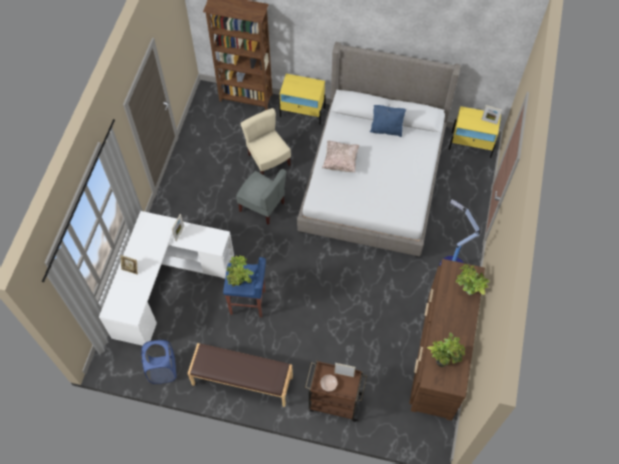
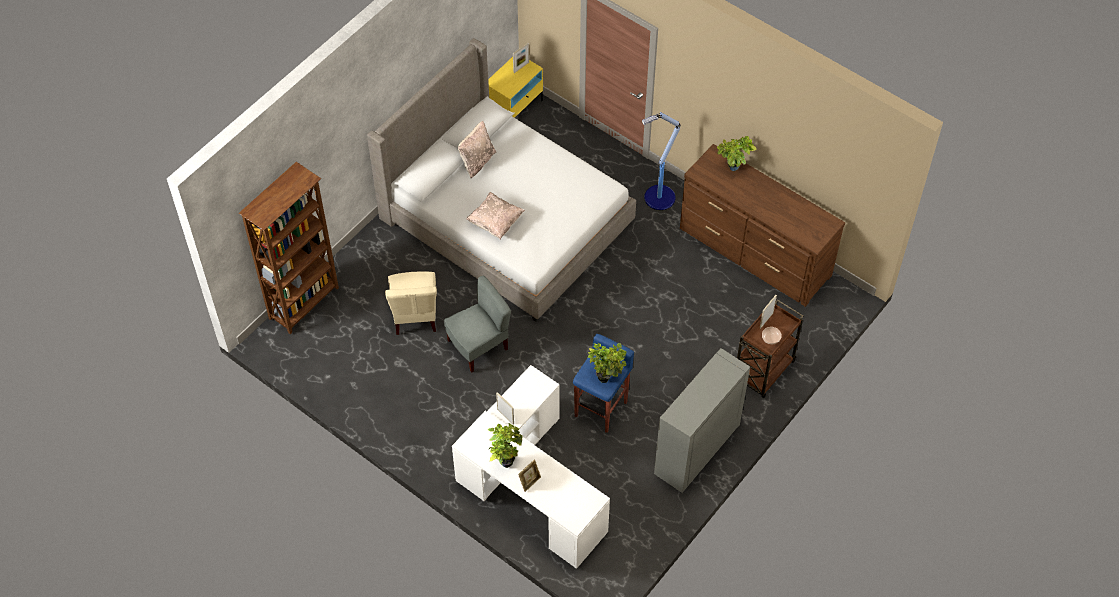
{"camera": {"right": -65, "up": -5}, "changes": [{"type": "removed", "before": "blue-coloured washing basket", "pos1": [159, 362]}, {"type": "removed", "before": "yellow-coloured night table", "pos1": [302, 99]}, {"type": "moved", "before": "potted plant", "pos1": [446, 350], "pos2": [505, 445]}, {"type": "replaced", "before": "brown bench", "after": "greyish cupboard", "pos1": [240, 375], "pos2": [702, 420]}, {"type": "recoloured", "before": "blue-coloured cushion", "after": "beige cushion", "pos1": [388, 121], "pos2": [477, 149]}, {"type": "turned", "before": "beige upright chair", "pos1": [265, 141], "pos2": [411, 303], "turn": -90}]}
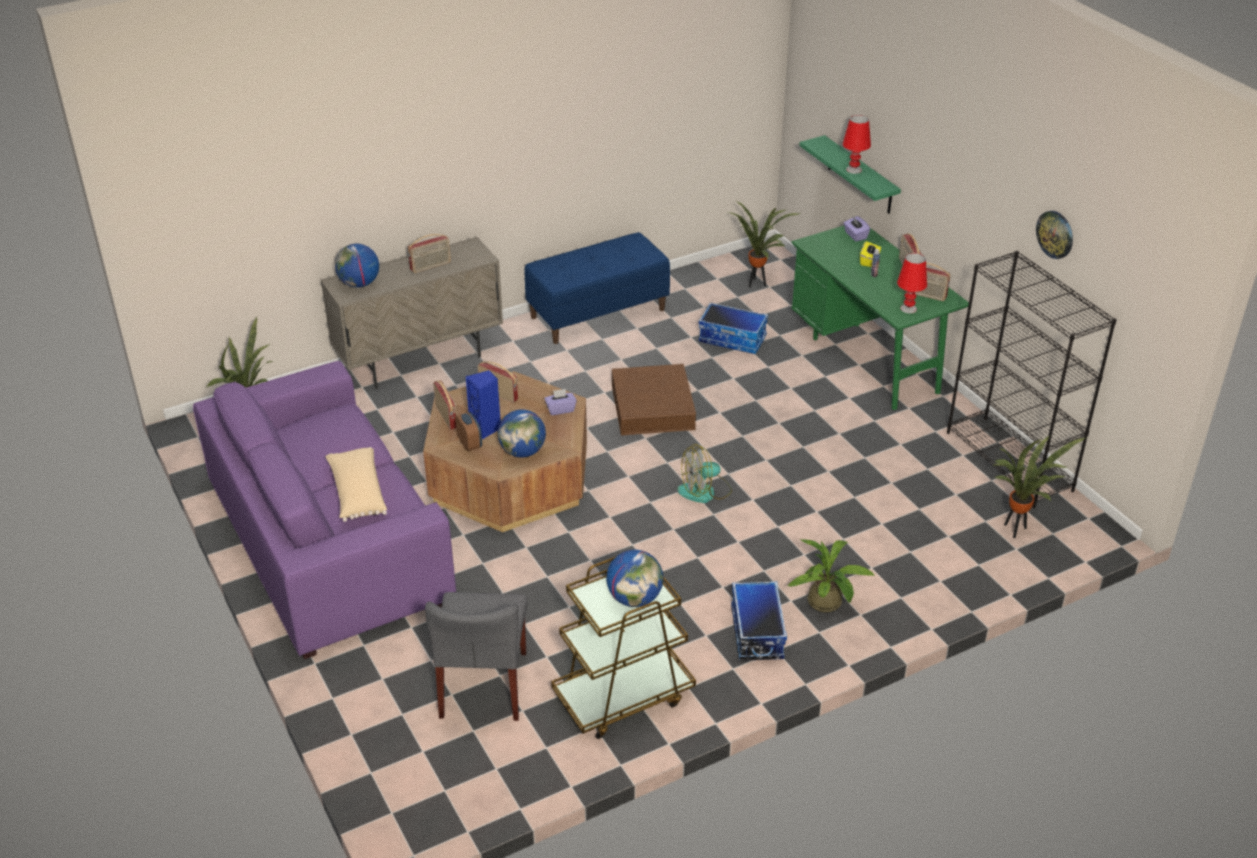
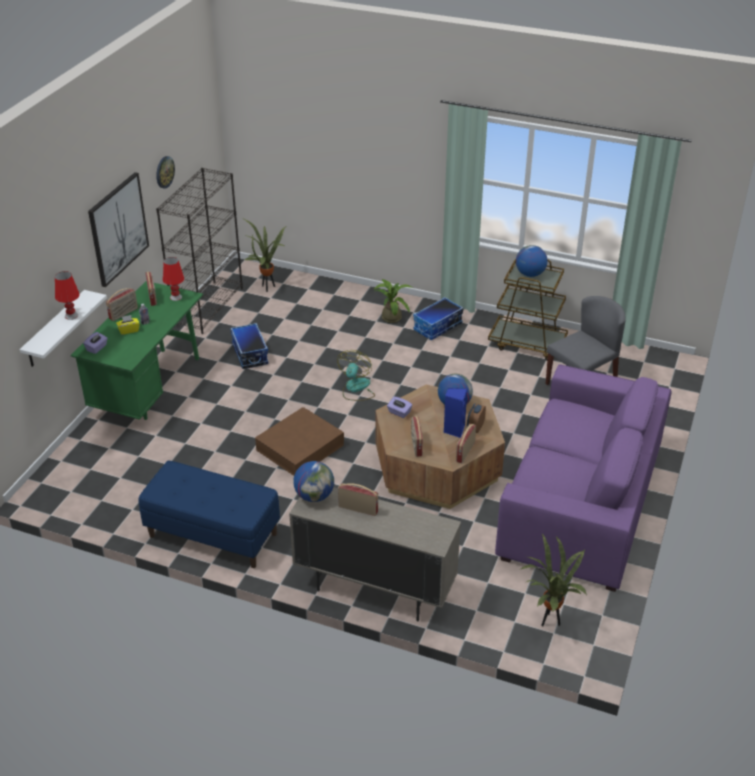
{"camera": {"right": -130, "up": 0}, "changes": [{"type": "removed", "before": "beige cushion", "pos1": [356, 484]}, {"type": "removed", "before": "potted plant", "pos1": [763, 244]}, {"type": "added", "after": "picture", "pos2": [118, 229]}, {"type": "moved", "before": "world globe", "pos1": [357, 265], "pos2": [313, 481]}, {"type": "moved", "before": "storage box", "pos1": [733, 328], "pos2": [249, 346]}, {"type": "recoloured", "before": "greenish bracket shelf", "after": "whitish bracket shelf", "pos1": [850, 174], "pos2": [63, 328]}, {"type": "turned", "before": "cooling fan", "pos1": [704, 473], "pos2": [356, 375], "turn": -105}]}
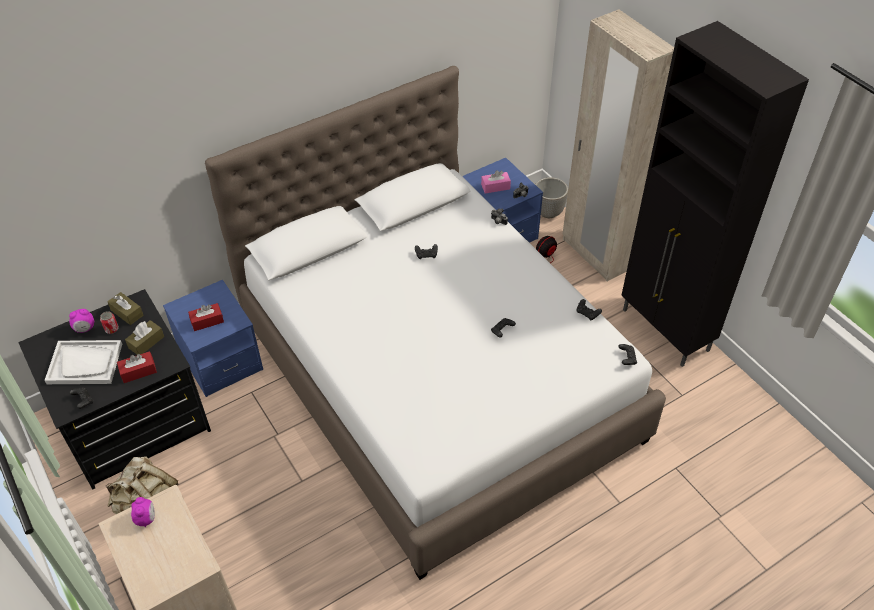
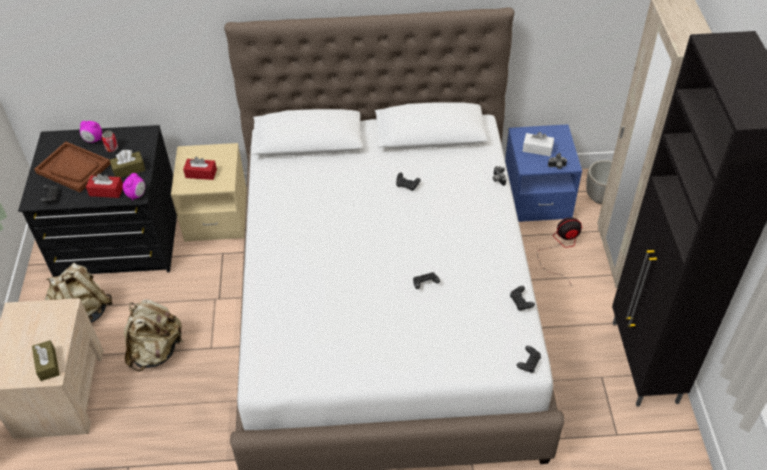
{"camera": {"right": 30, "up": 0}, "changes": [{"type": "added", "after": "beige backpack", "pos2": [153, 335]}, {"type": "moved", "before": "brown tissue box", "pos1": [125, 308], "pos2": [46, 360]}, {"type": "moved", "before": "table clock", "pos1": [143, 512], "pos2": [134, 186]}, {"type": "recoloured", "before": "whitish tray", "after": "brown tray", "pos1": [83, 362], "pos2": [72, 167]}, {"type": "recoloured", "before": "blue-coloured night table", "after": "beige night table", "pos1": [213, 338], "pos2": [209, 192]}, {"type": "recoloured", "before": "pinkish tissue box", "after": "whitish tissue box", "pos1": [496, 182], "pos2": [538, 144]}]}
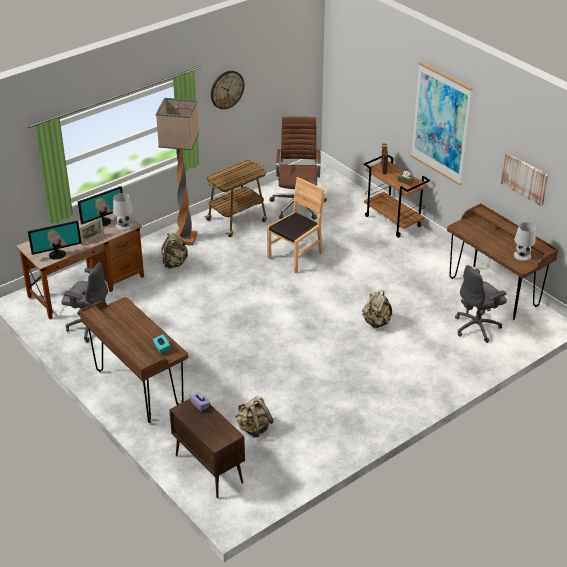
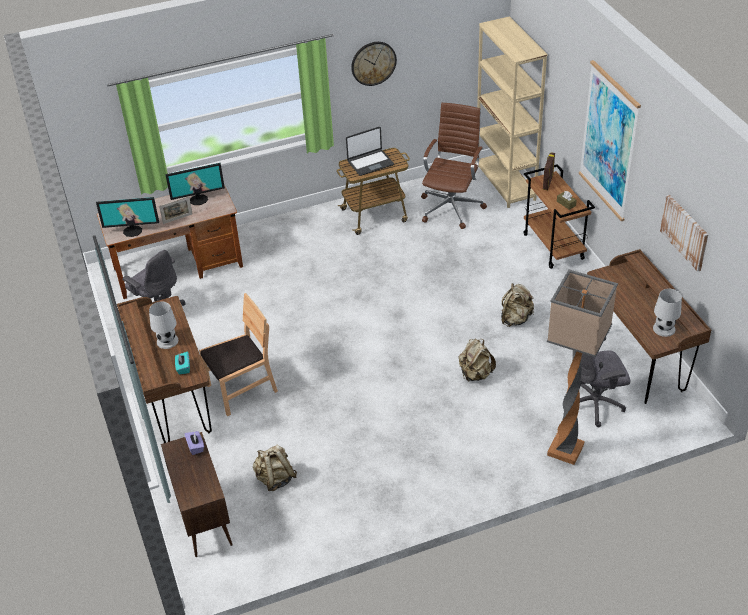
{"camera": {"right": 20, "up": 5}, "changes": [{"type": "added", "after": "portable computer", "pos2": [370, 151]}, {"type": "added", "after": "beige bookshelf", "pos2": [511, 112]}, {"type": "moved", "before": "whitish table lamp", "pos1": [123, 212], "pos2": [163, 325]}, {"type": "moved", "before": "floor lamp", "pos1": [177, 172], "pos2": [582, 367]}, {"type": "moved", "before": "beige backpack", "pos1": [174, 251], "pos2": [517, 305]}, {"type": "moved", "before": "brown upright chair", "pos1": [296, 225], "pos2": [238, 355]}]}
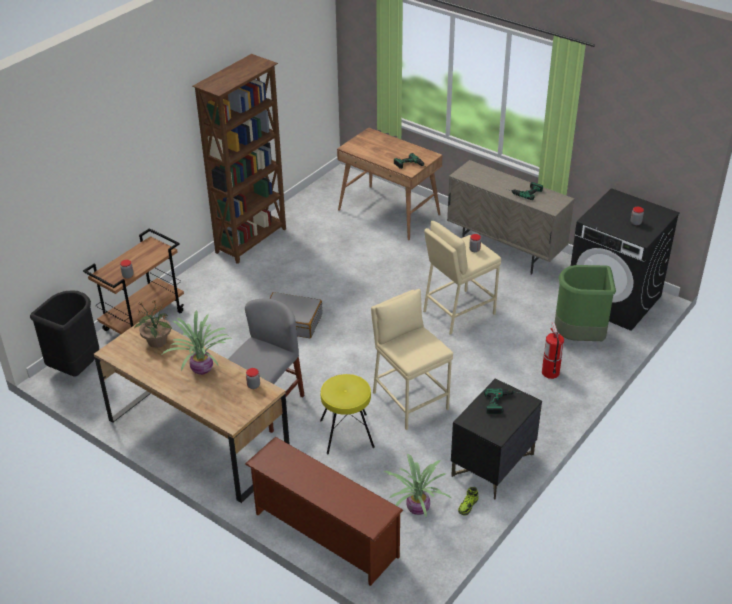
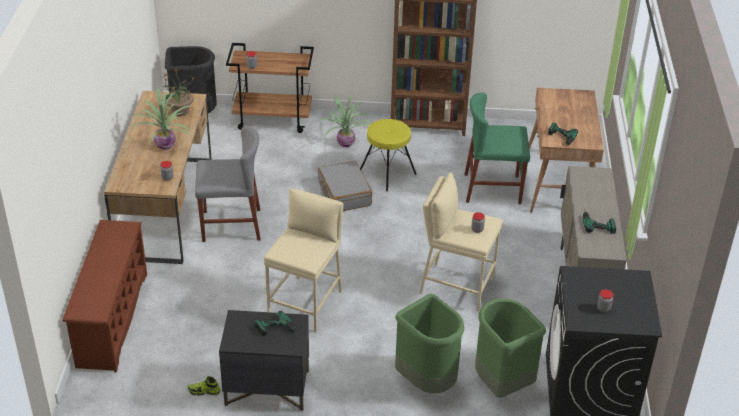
{"camera": {"right": 55, "up": 0}, "changes": [{"type": "added", "after": "greenish upright chair", "pos2": [497, 148]}, {"type": "moved", "before": "yellow-coloured sitting stool", "pos1": [347, 414], "pos2": [388, 155]}, {"type": "moved", "before": "potted plant", "pos1": [417, 485], "pos2": [345, 121]}, {"type": "replaced", "before": "fire-fighting cylinder", "after": "greenish waste bin", "pos1": [553, 351], "pos2": [429, 343]}]}
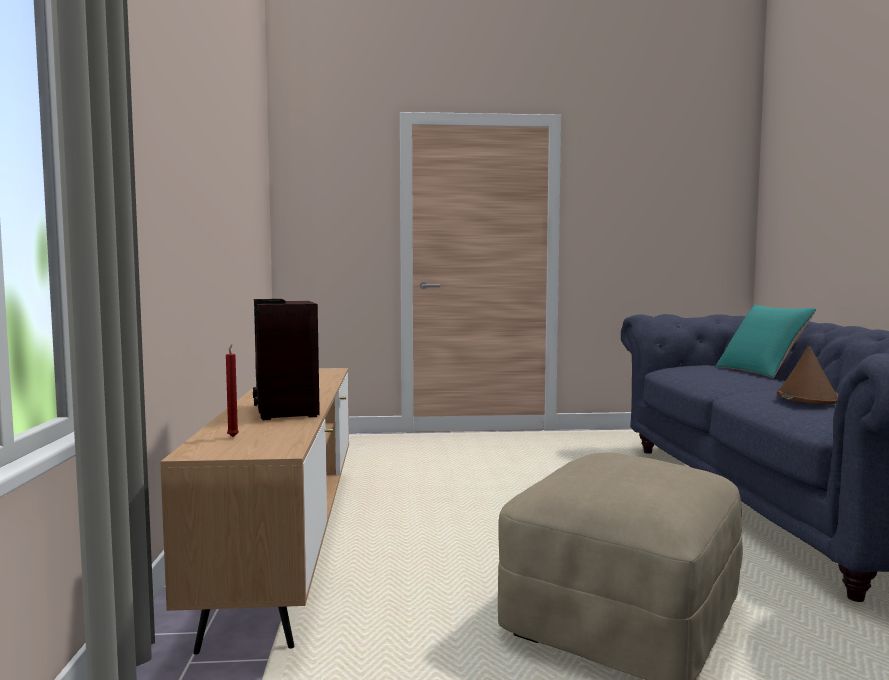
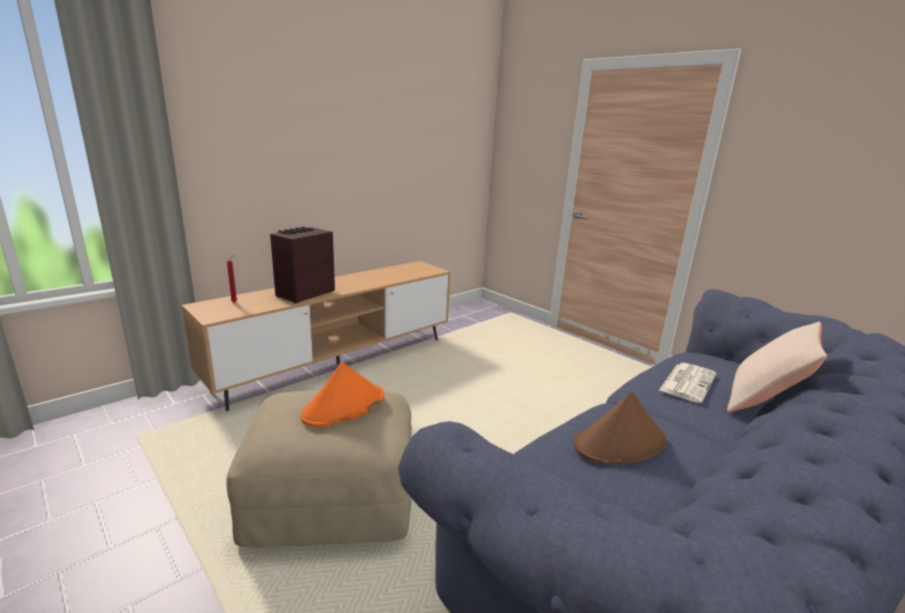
{"camera": {"right": 50, "up": 15}, "changes": [{"type": "added", "after": "orange clothing hat", "pos2": [342, 394]}, {"type": "added", "after": "newspaper", "pos2": [687, 383]}, {"type": "recoloured", "before": "turquoise-coloured cushion", "after": "beige cushion", "pos1": [766, 341], "pos2": [777, 367]}]}
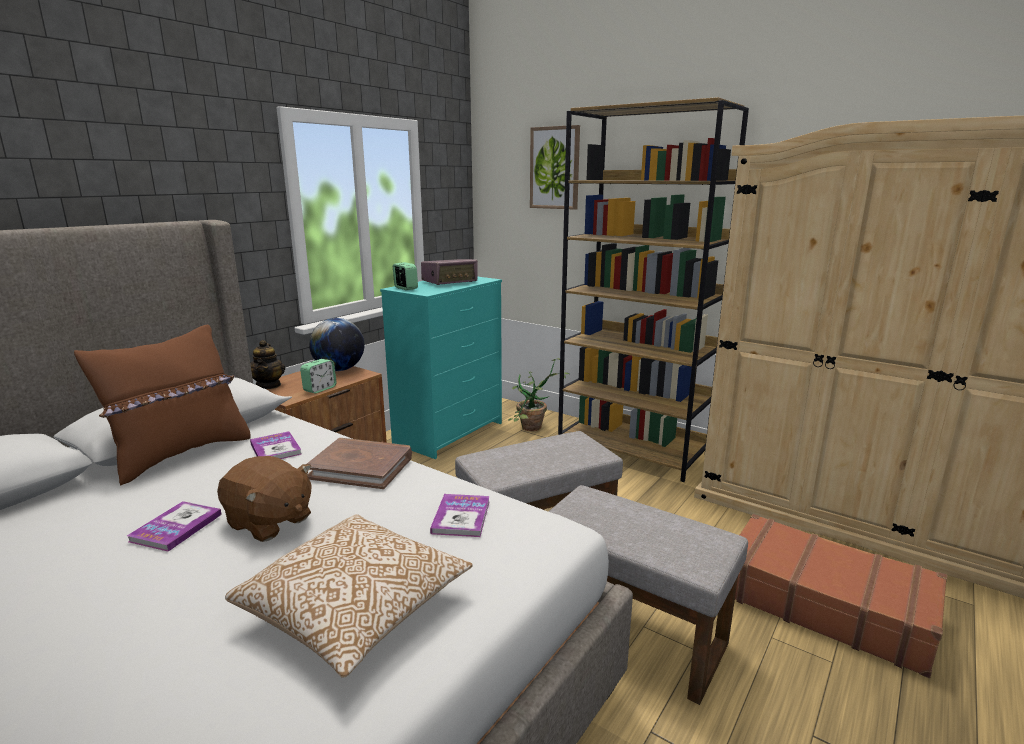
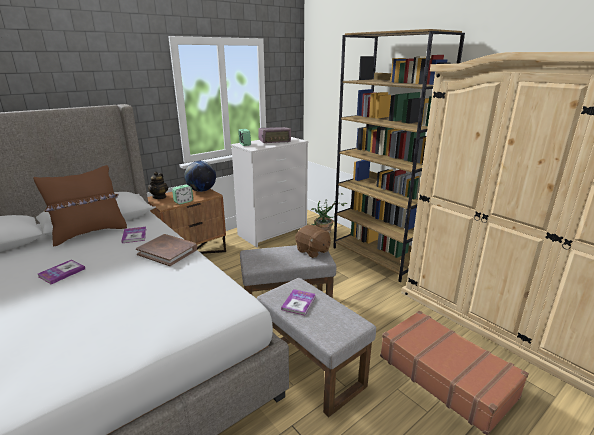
{"camera": {"right": 15, "up": 5}, "changes": [{"type": "removed", "before": "cushion", "pos1": [349, 596]}, {"type": "removed", "before": "picture", "pos1": [555, 167]}, {"type": "moved", "before": "brown plush toy", "pos1": [264, 499], "pos2": [313, 241]}, {"type": "moved", "before": "book", "pos1": [460, 515], "pos2": [298, 302]}, {"type": "recoloured", "before": "turquoise-coloured drawer chest", "after": "whitish drawer chest", "pos1": [441, 368], "pos2": [270, 192]}]}
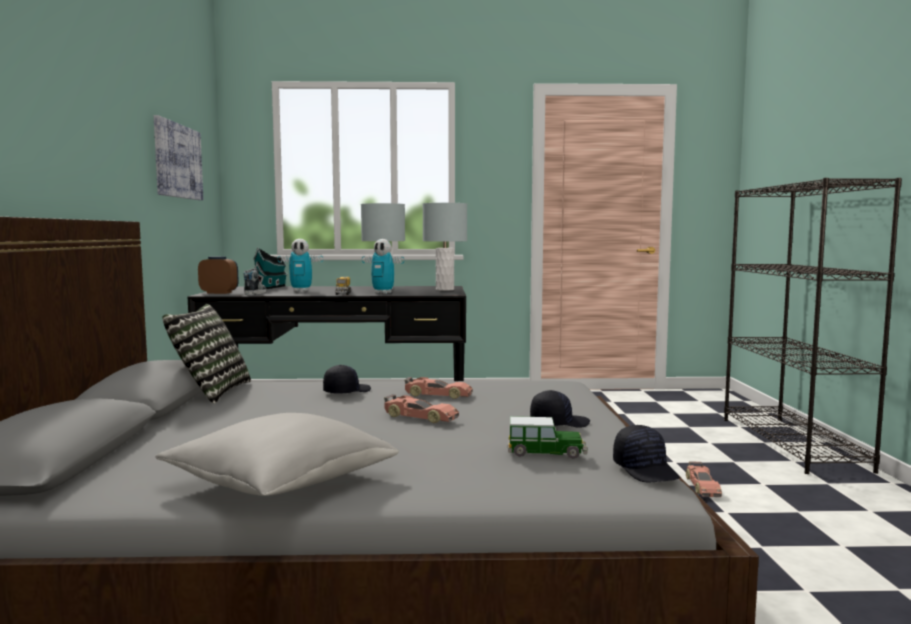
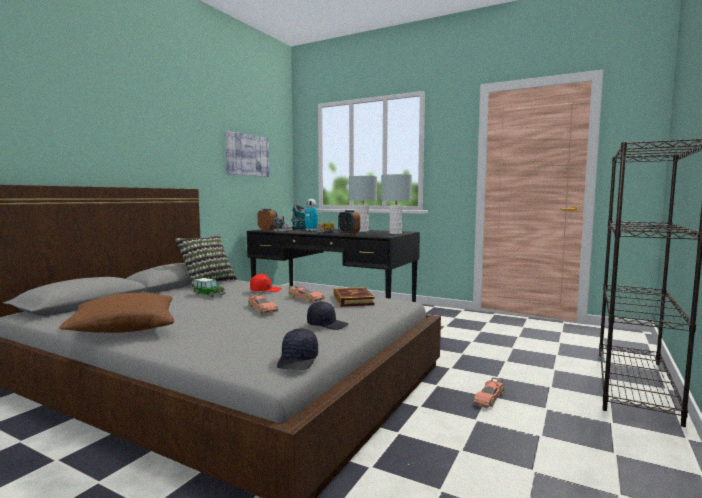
{"camera": {"right": 30, "up": 0}, "changes": [{"type": "added", "after": "book", "pos2": [354, 297]}, {"type": "moved", "before": "model car", "pos1": [547, 437], "pos2": [209, 288]}, {"type": "replaced", "before": "toy robot", "after": "table clock", "pos1": [383, 266], "pos2": [349, 222]}, {"type": "recoloured", "before": "greyish cushion", "after": "brown cushion", "pos1": [277, 454], "pos2": [116, 313]}, {"type": "recoloured", "before": "black baseball cap", "after": "red baseball cap", "pos1": [347, 379], "pos2": [266, 283]}]}
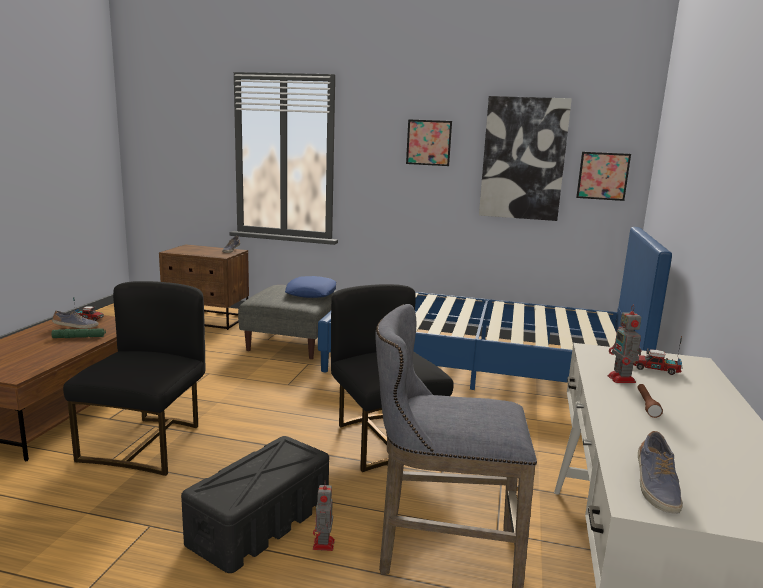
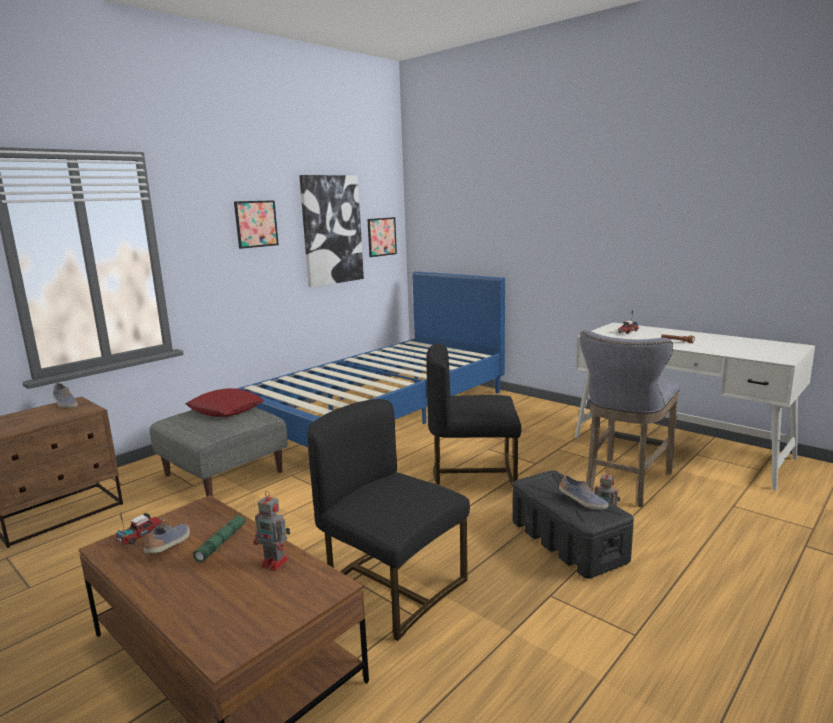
{"camera": {"right": -60, "up": 0}, "changes": [{"type": "moved", "before": "toy robot", "pos1": [625, 344], "pos2": [271, 531]}, {"type": "moved", "before": "shoe", "pos1": [660, 472], "pos2": [584, 492]}, {"type": "recoloured", "before": "blue-coloured cushion", "after": "red cushion", "pos1": [310, 287], "pos2": [224, 402]}]}
